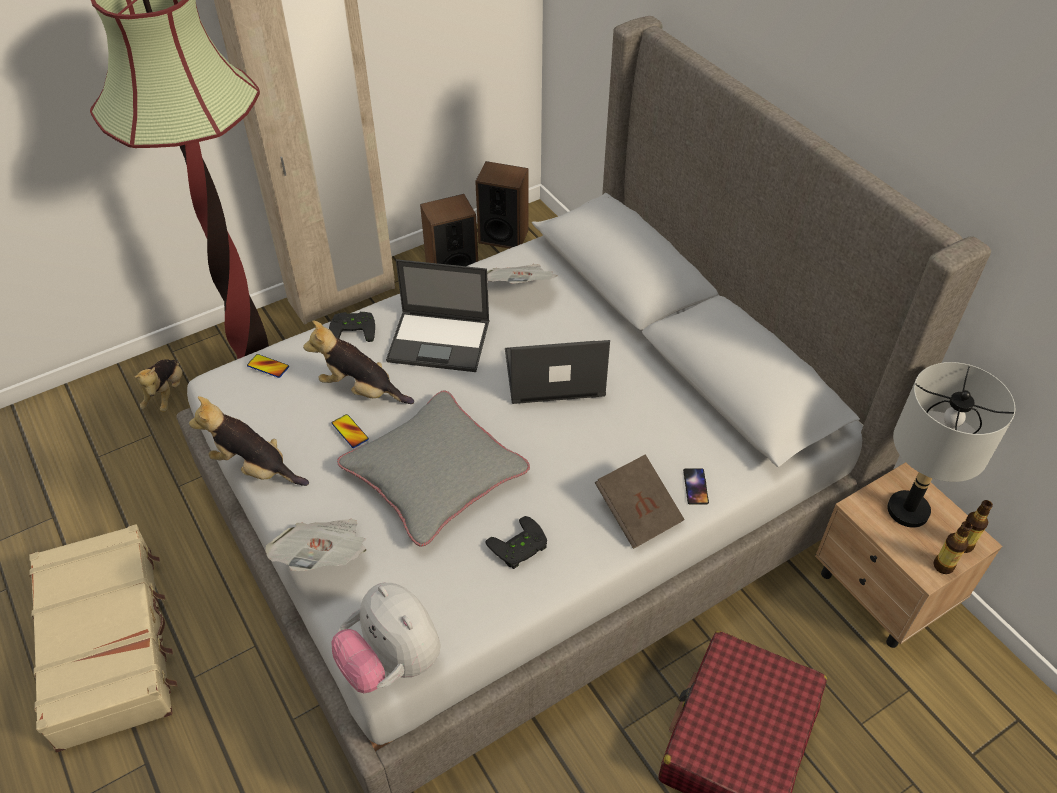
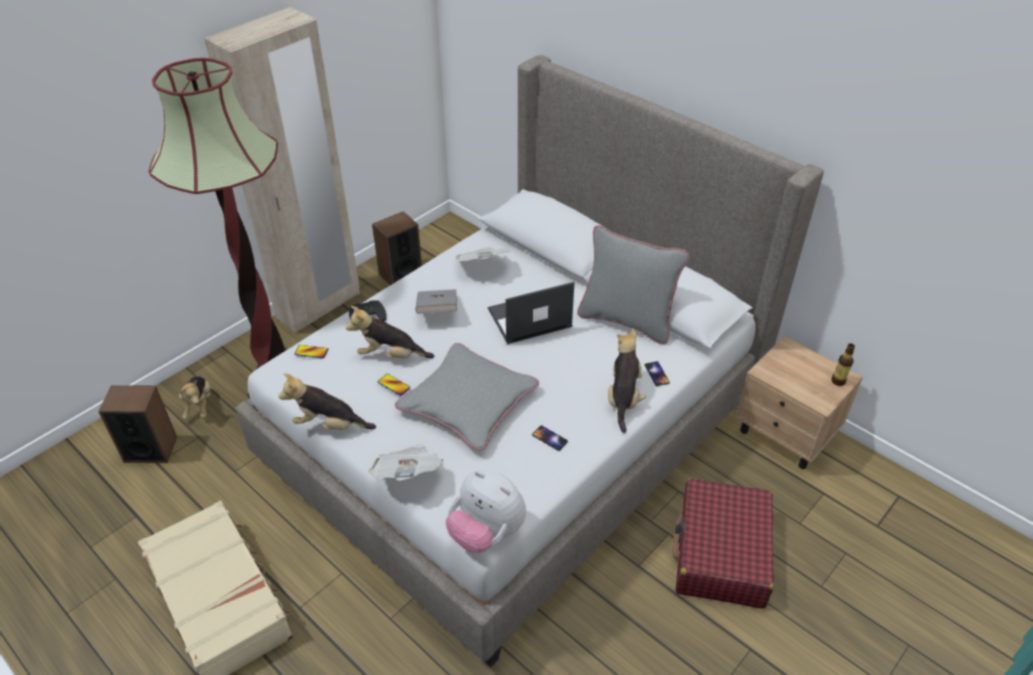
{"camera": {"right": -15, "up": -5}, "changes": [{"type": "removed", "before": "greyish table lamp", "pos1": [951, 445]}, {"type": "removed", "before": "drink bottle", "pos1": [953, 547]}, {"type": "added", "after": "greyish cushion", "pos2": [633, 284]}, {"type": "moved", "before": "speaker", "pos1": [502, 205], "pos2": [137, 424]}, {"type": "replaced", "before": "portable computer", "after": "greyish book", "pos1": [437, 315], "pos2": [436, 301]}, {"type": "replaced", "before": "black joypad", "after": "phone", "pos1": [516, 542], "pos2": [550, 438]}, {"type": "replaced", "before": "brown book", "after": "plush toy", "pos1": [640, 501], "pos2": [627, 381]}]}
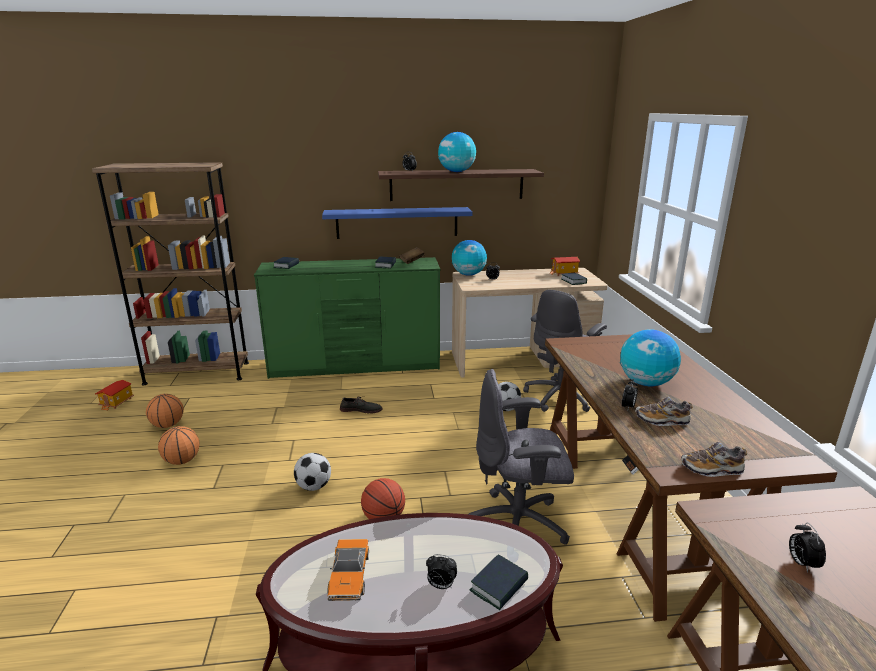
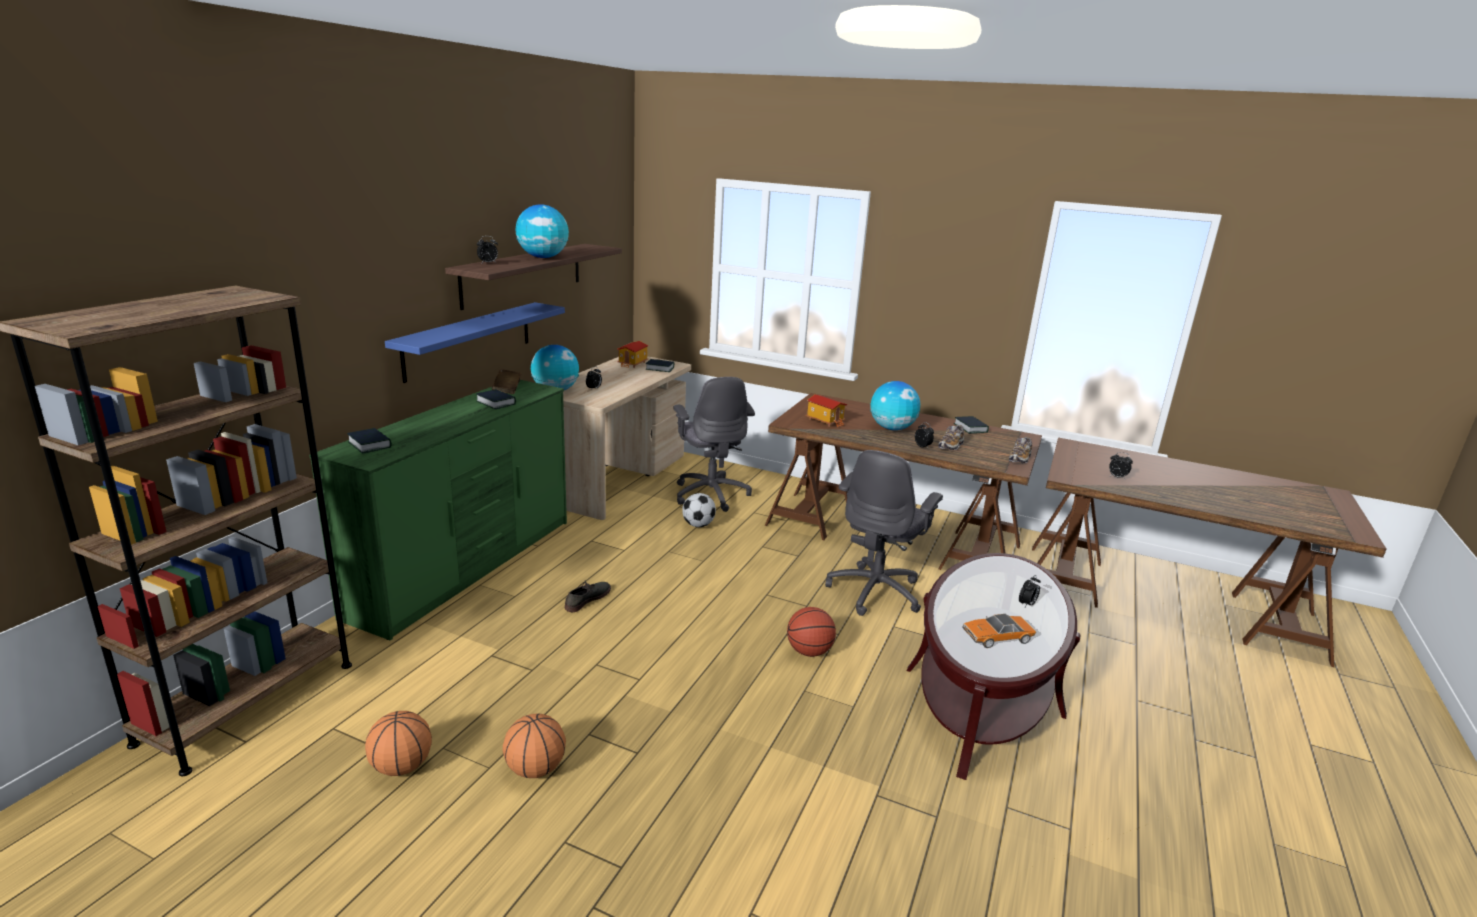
{"camera": {"right": -60, "up": 0}, "changes": [{"type": "removed", "before": "ball for football", "pos1": [312, 472]}, {"type": "moved", "before": "model house", "pos1": [114, 395], "pos2": [827, 410]}, {"type": "moved", "before": "book", "pos1": [499, 582], "pos2": [971, 425]}, {"type": "turned", "before": "model car", "pos1": [348, 570], "pos2": [999, 631], "turn": 135}]}
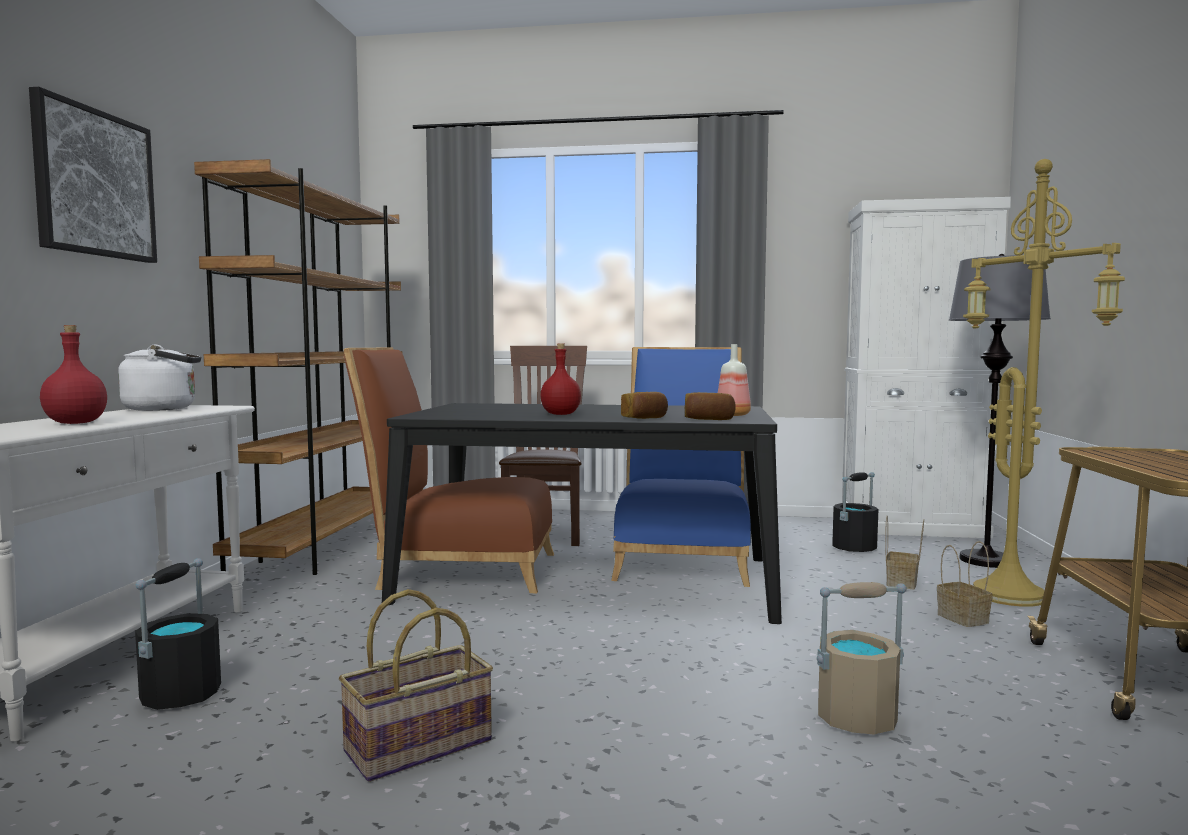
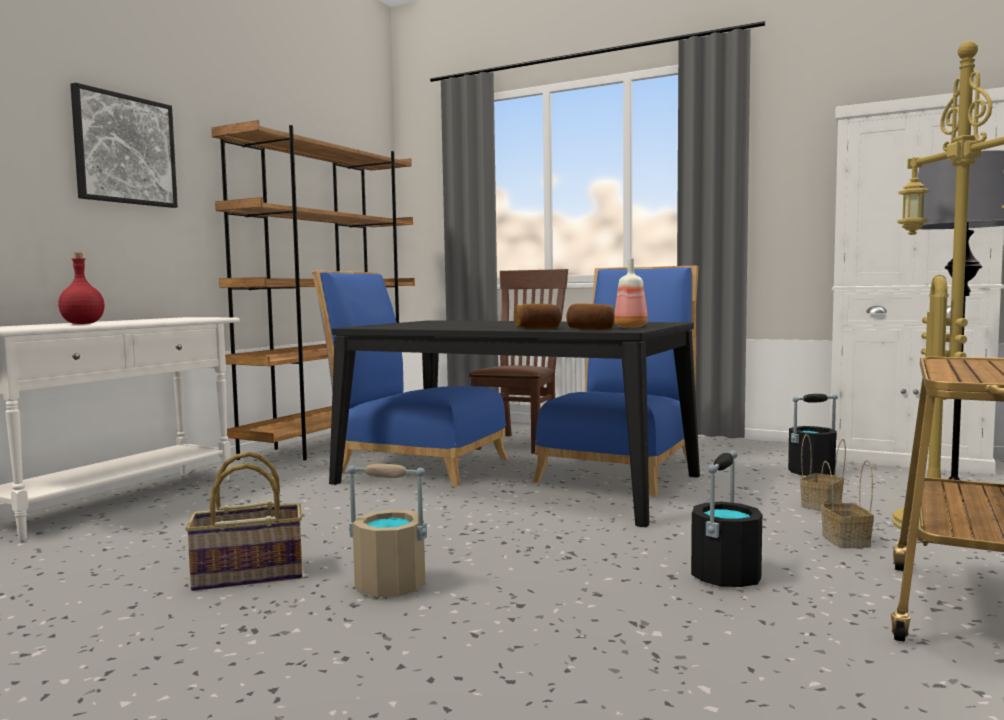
{"camera": {"right": 20, "up": 0}, "changes": [{"type": "removed", "before": "whitish tea kettle", "pos1": [159, 378]}, {"type": "removed", "before": "red drink bottle", "pos1": [560, 379]}, {"type": "moved", "before": "black pail", "pos1": [178, 634], "pos2": [726, 518]}, {"type": "moved", "before": "beige pail", "pos1": [861, 658], "pos2": [387, 530]}, {"type": "recoloured", "before": "brown upright chair", "after": "blue-coloured upright chair", "pos1": [448, 470], "pos2": [410, 378]}]}
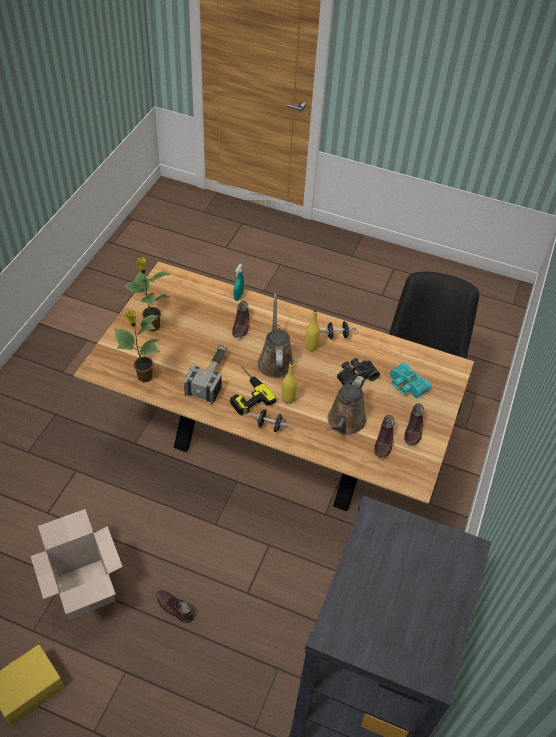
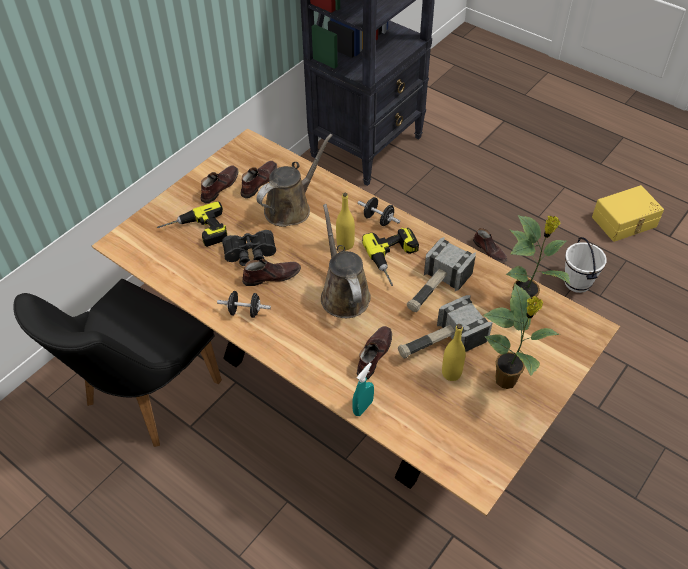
{"camera": {"right": -160, "up": 0}, "changes": [{"type": "added", "after": "brown shoe", "pos2": [271, 272]}, {"type": "added", "after": "tool hammer", "pos2": [445, 327]}, {"type": "moved", "before": "yellow-coloured drink bottle", "pos1": [312, 330], "pos2": [454, 352]}, {"type": "replaced", "before": "cardboard box", "after": "whitish pail", "pos1": [77, 564], "pos2": [586, 265]}, {"type": "replaced", "before": "turquoise-coloured field glasses", "after": "electric drill", "pos1": [410, 380], "pos2": [192, 224]}, {"type": "turned", "before": "brown sprinkling can", "pos1": [275, 335], "pos2": [346, 261], "turn": 150}]}
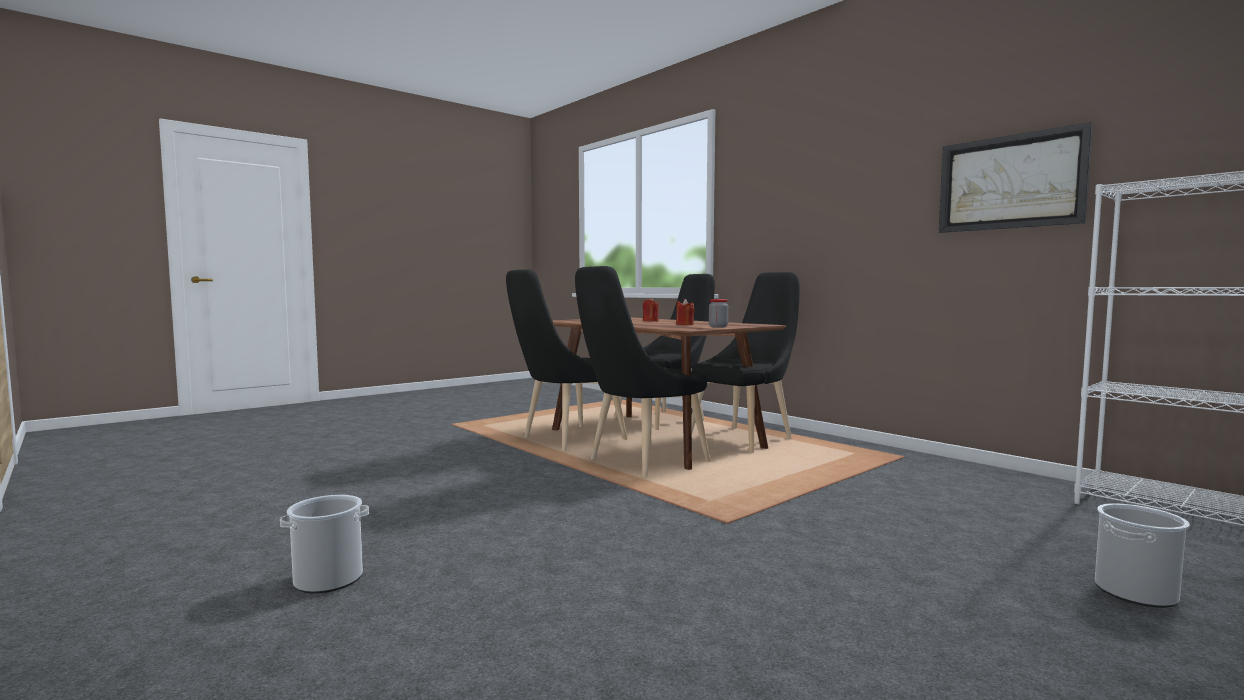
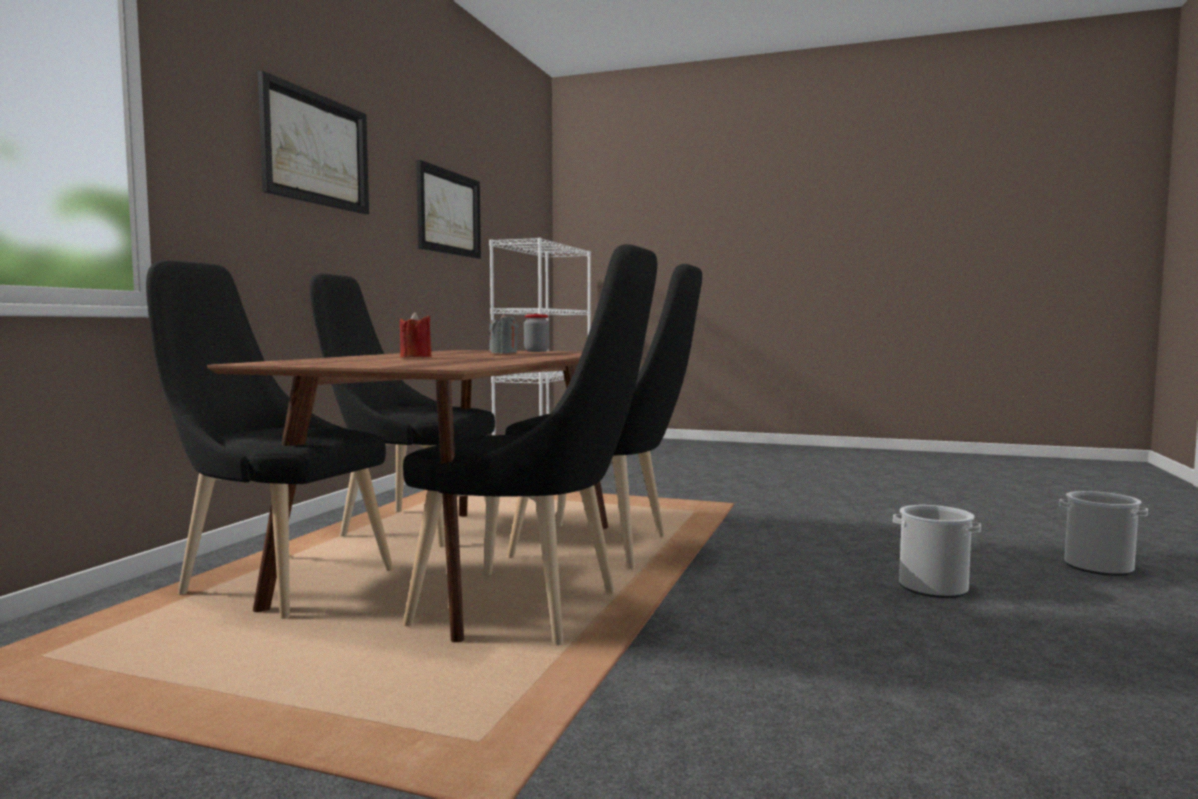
{"camera": {"right": -120, "up": 0}, "changes": [{"type": "added", "after": "picture", "pos2": [313, 142]}, {"type": "moved", "before": "pail", "pos1": [1142, 555], "pos2": [937, 551]}, {"type": "recoloured", "before": "red wax light", "after": "greyish wax light", "pos1": [685, 312], "pos2": [503, 334]}]}
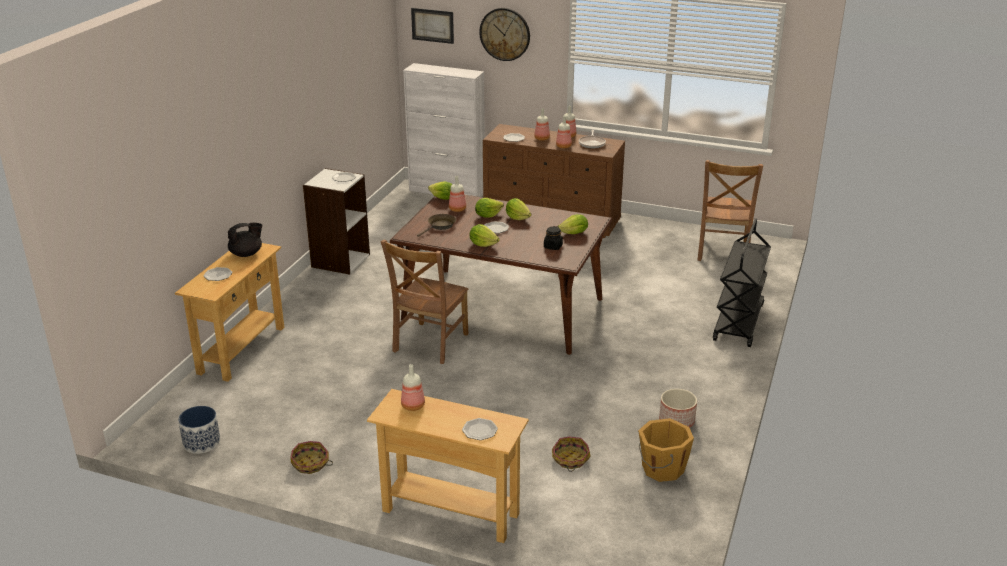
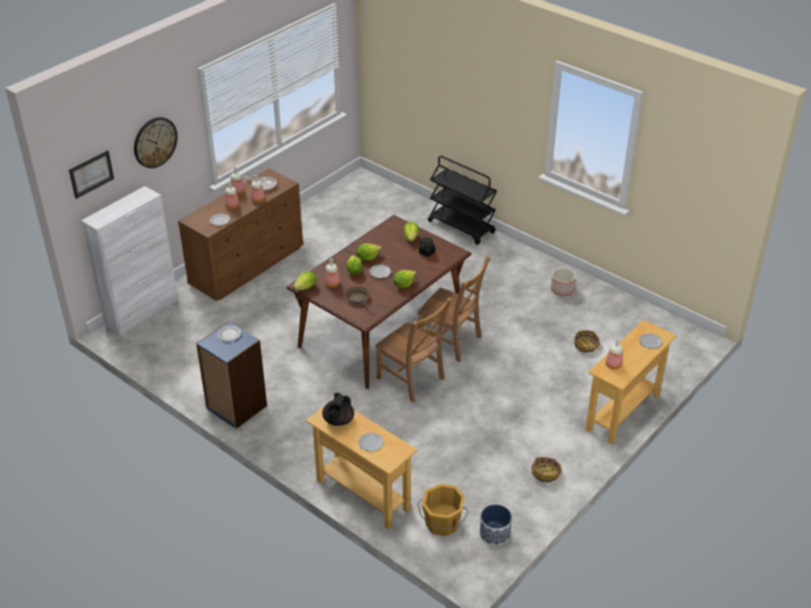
{"camera": {"right": -70, "up": 10}, "changes": [{"type": "moved", "before": "orange pail", "pos1": [666, 450], "pos2": [442, 510]}, {"type": "moved", "before": "brown upright chair", "pos1": [730, 210], "pos2": [454, 309]}, {"type": "recoloured", "before": "whitish bookshelf", "after": "blue-coloured bookshelf", "pos1": [336, 221], "pos2": [231, 375]}, {"type": "turned", "before": "black teapot", "pos1": [245, 240], "pos2": [338, 409], "turn": -150}]}
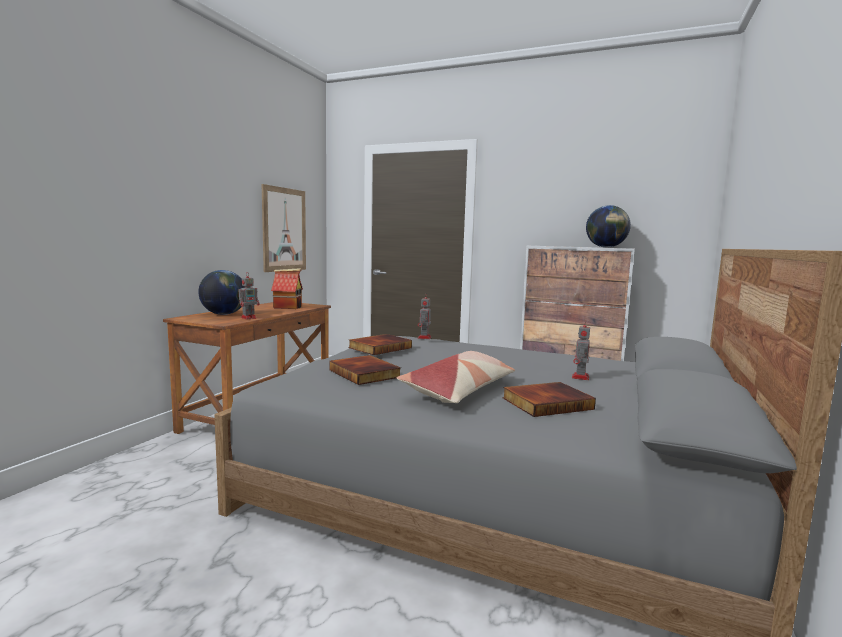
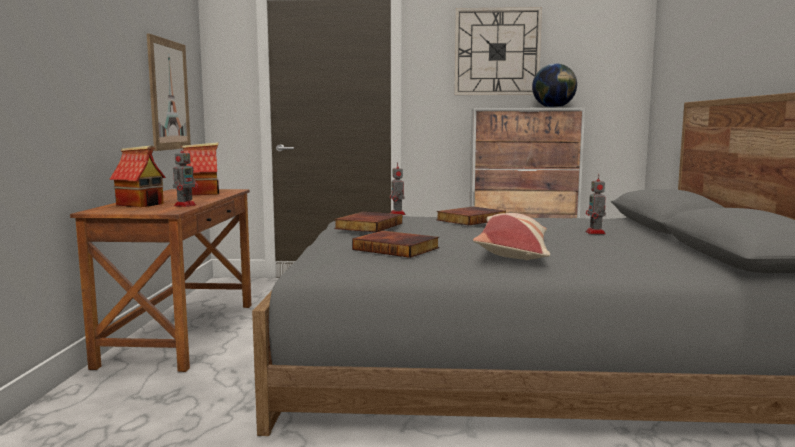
{"camera": {"right": -20, "up": 0}, "changes": [{"type": "added", "after": "hanging clock", "pos2": [498, 51]}, {"type": "moved", "before": "book", "pos1": [549, 399], "pos2": [471, 215]}, {"type": "replaced", "before": "world globe", "after": "model house", "pos1": [221, 292], "pos2": [137, 176]}]}
